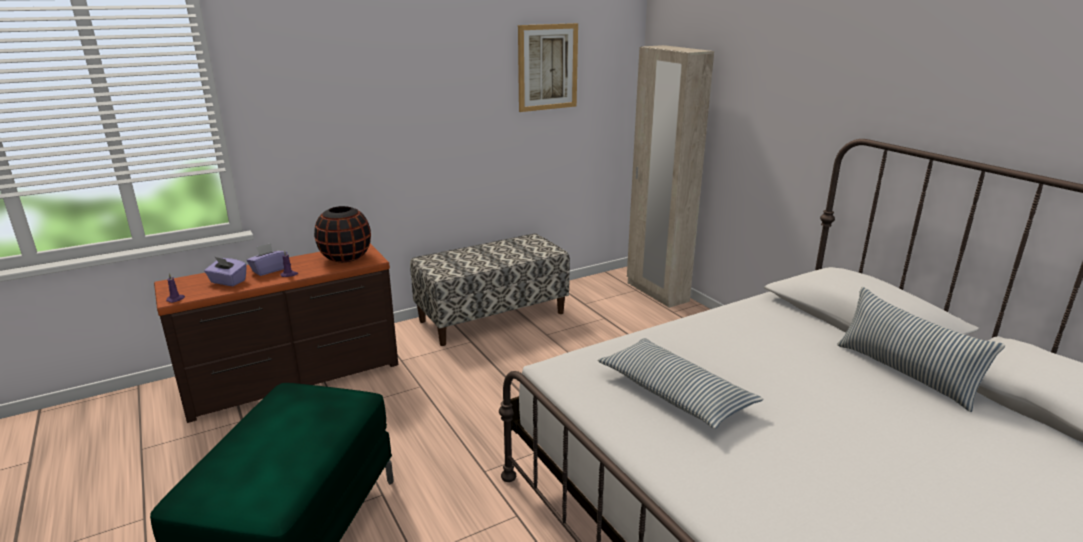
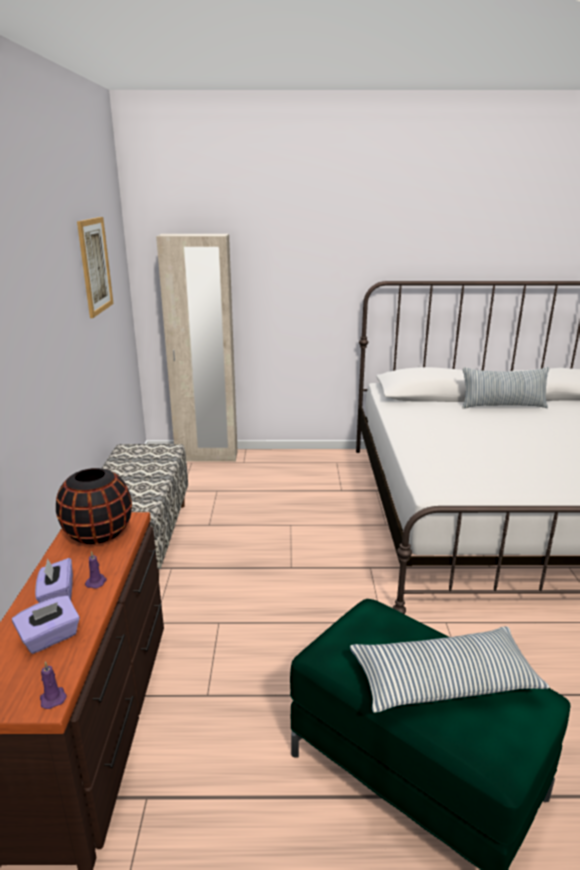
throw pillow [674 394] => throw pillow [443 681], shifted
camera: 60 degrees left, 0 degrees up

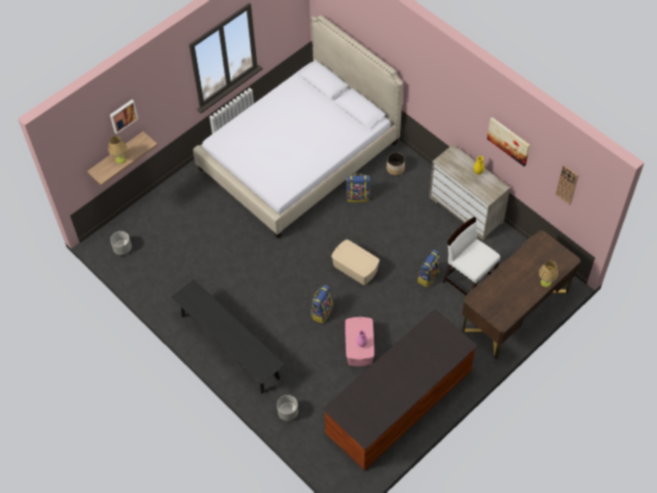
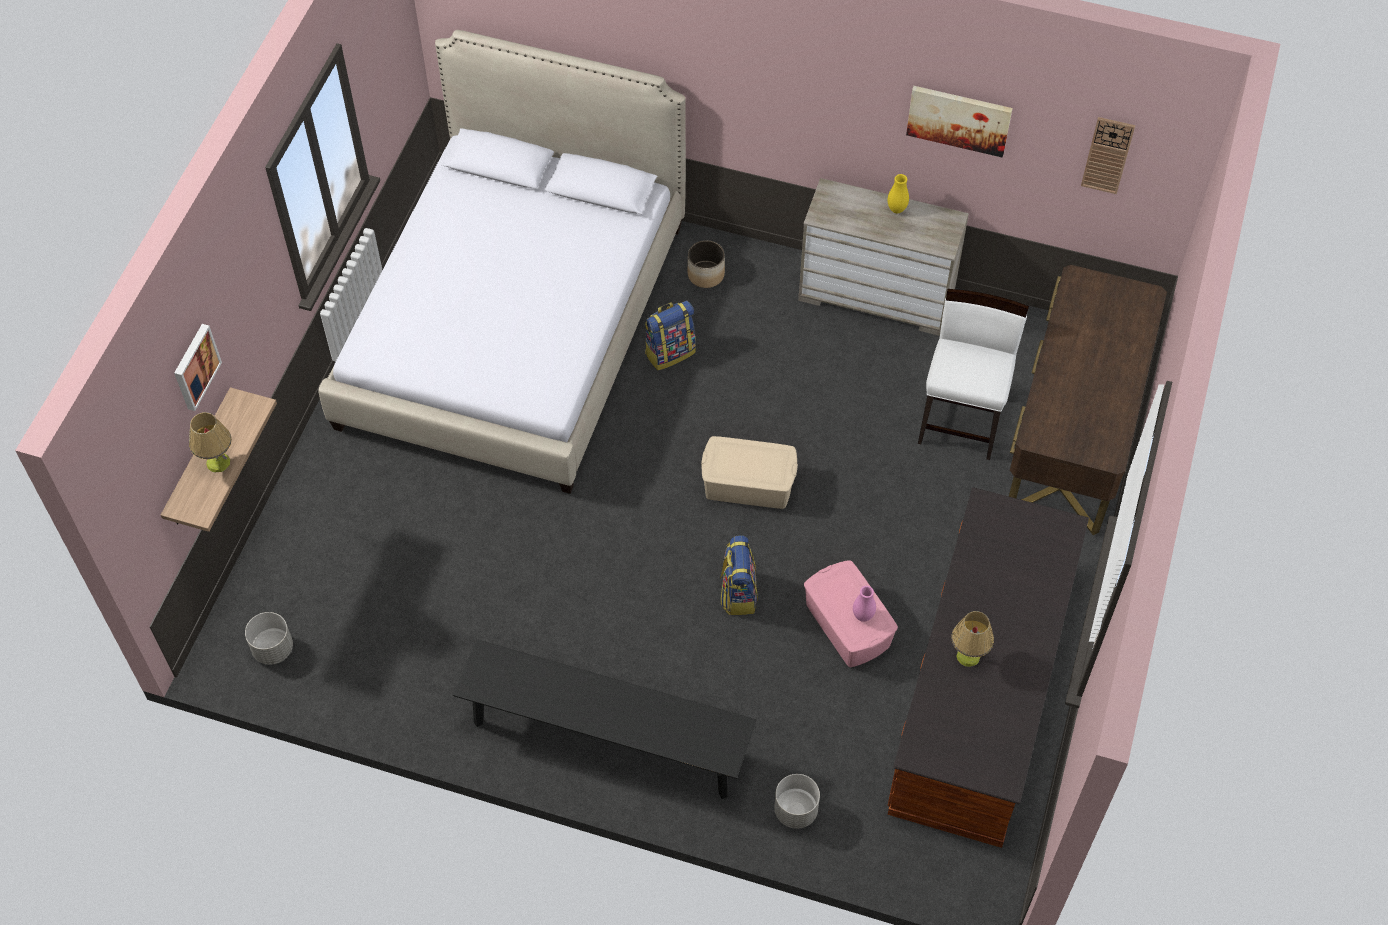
white upright chair [468 282] => white upright chair [962 419], 90 degrees clockwise
backpack [428 277] => nothing
lamp for a table [546 282] => lamp for a table [968 656], shifted
camera: 30 degrees left, 0 degrees up

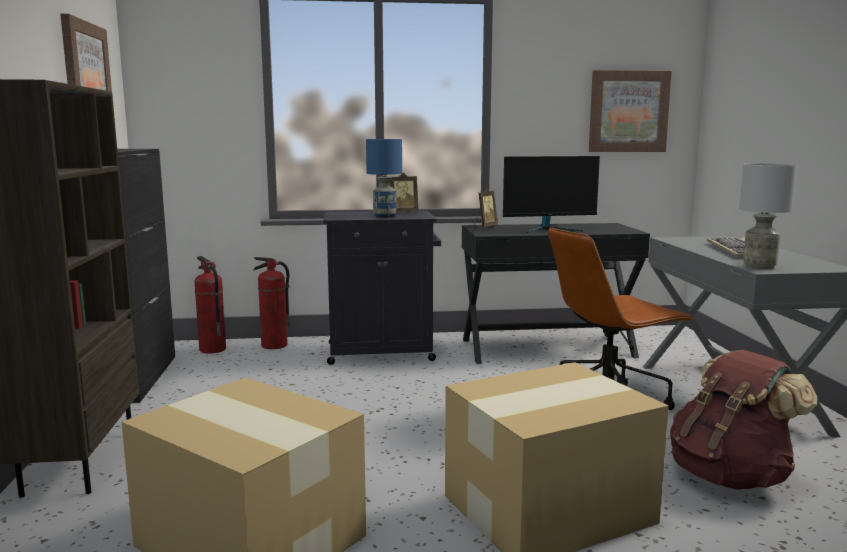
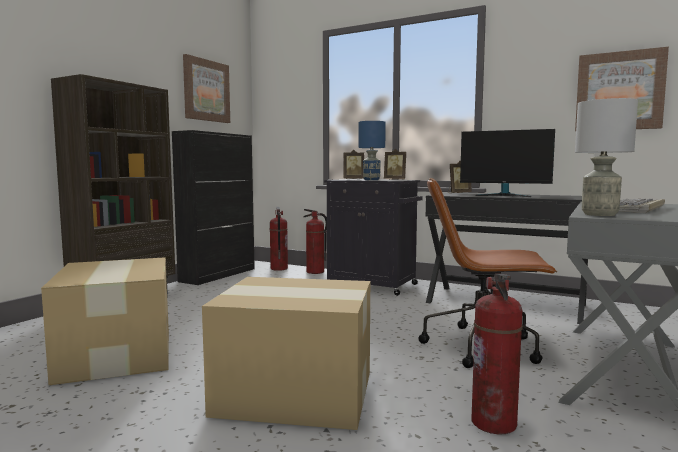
brownish backpack [730 476] => extinguisher [493 423]
nothing => photo frame [353 179]
camera: 35 degrees right, 5 degrees down

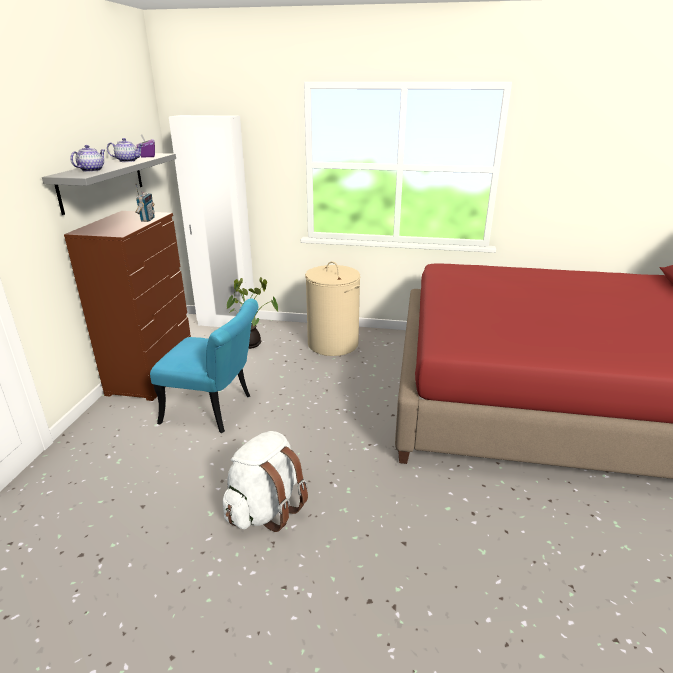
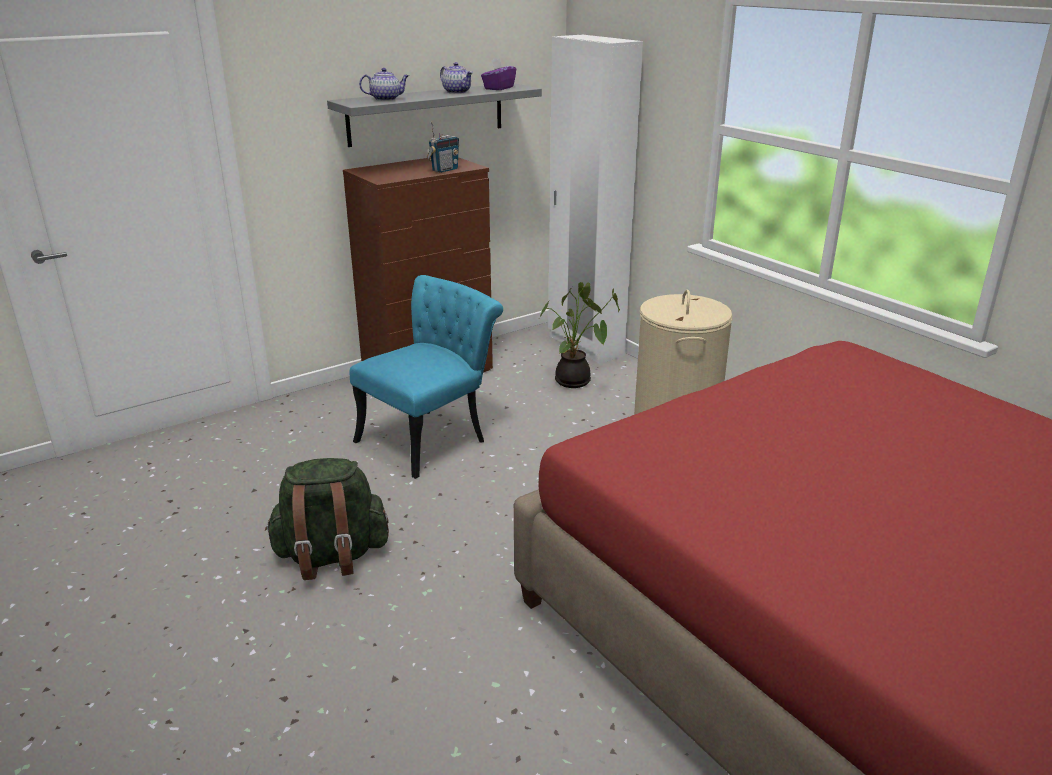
blue-green upright chair [216 410] => blue-green upright chair [431 437], 105 degrees counterclockwise
white backpack [266 509] => green-coloured backpack [331 556]
camera: 45 degrees right, 0 degrees up

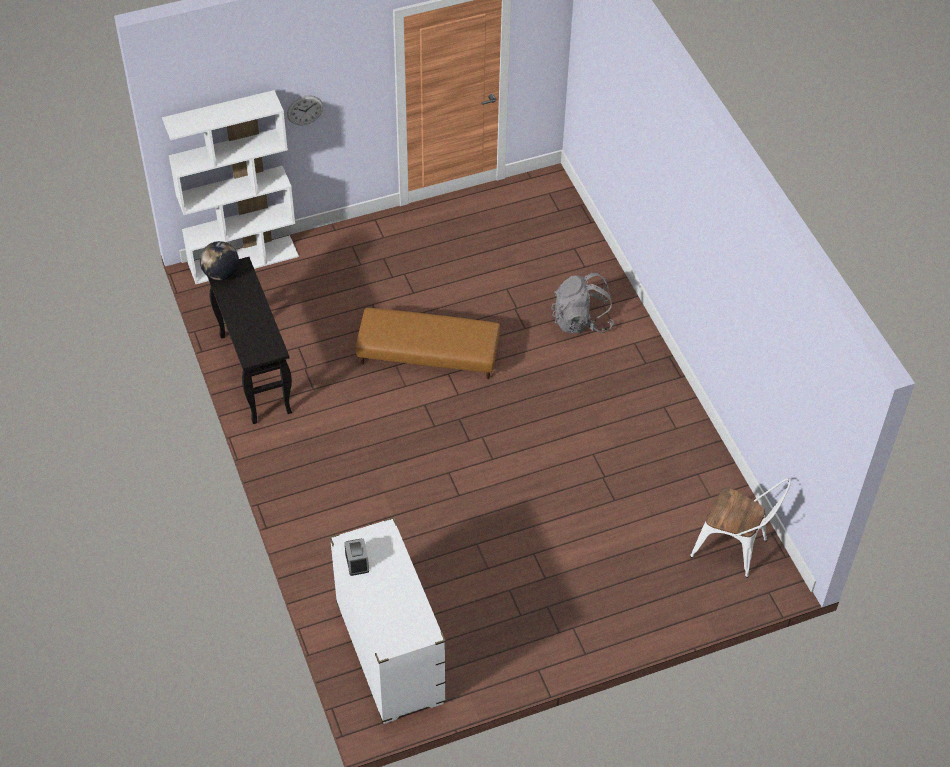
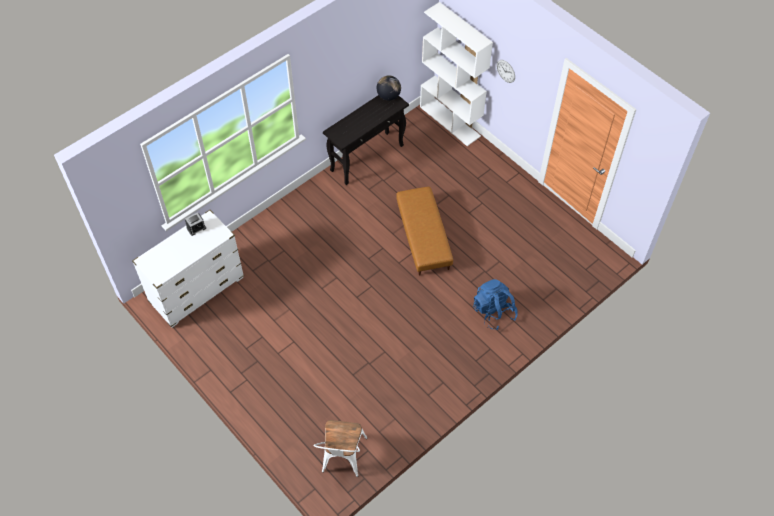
grey backpack [581 320] => blue backpack [493 312]
camera: 70 degrees right, 5 degrees up

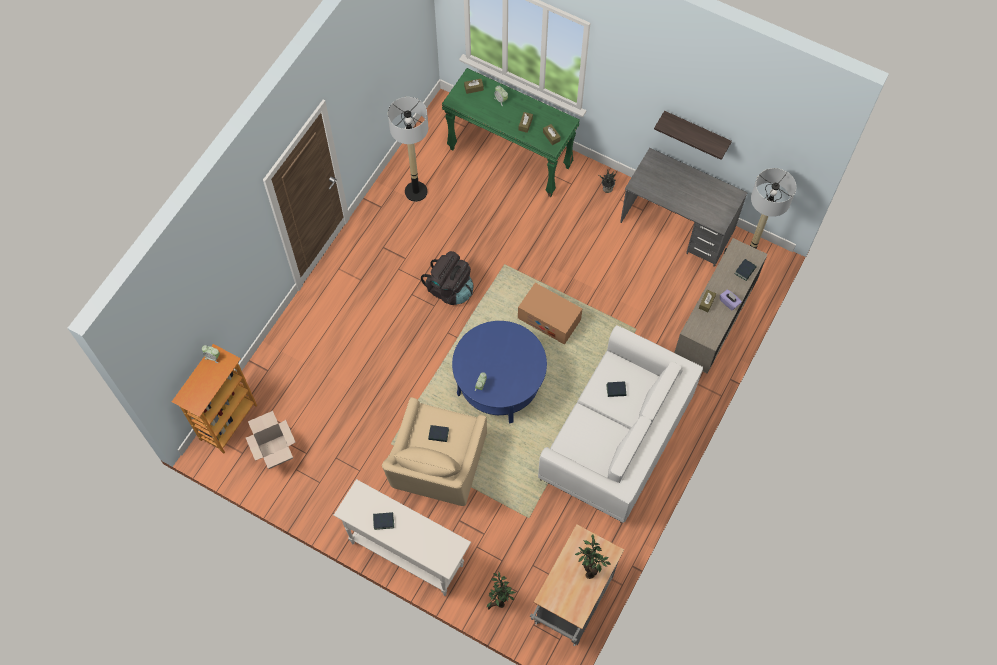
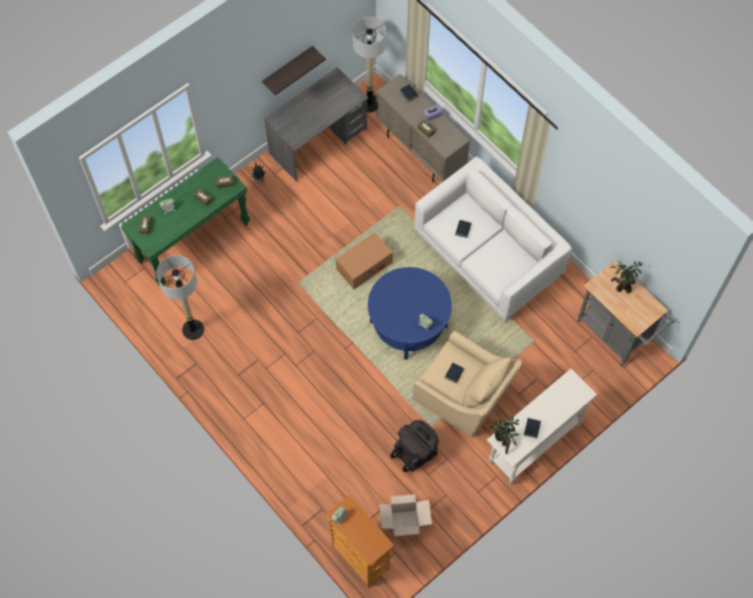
blackish backpack [450 289] => blackish backpack [416 451], shifted
houseplant [500 601] => houseplant [502 441], shifted
camera: 70 degrees left, 0 degrees up

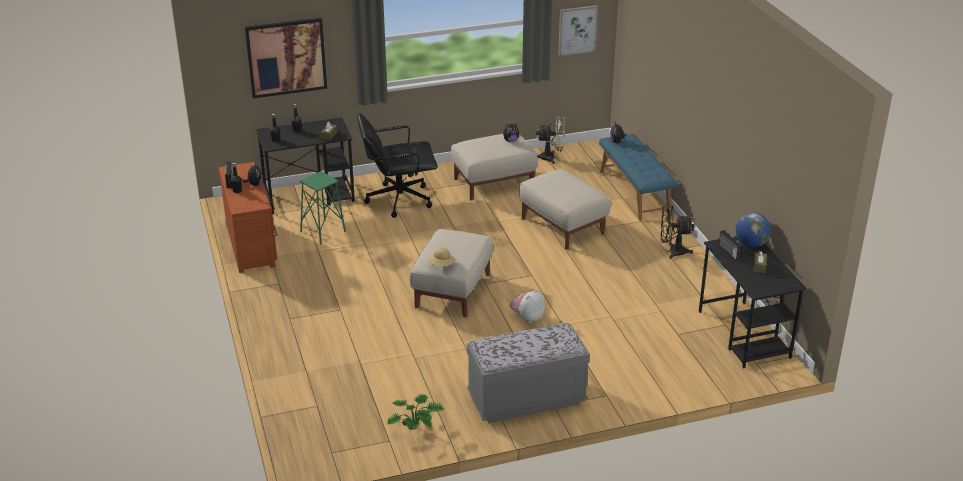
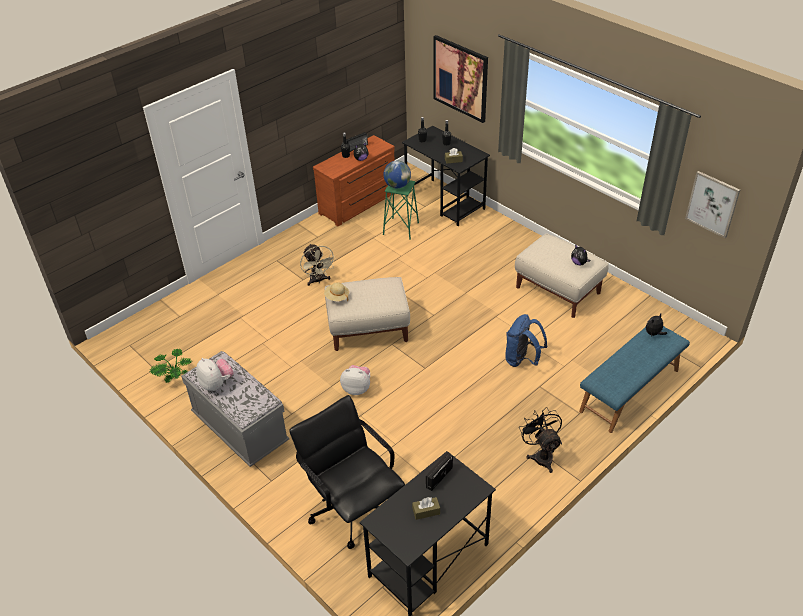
blackish office chair [398 199] => blackish office chair [352 508], shifted
beige-coloured fan [551 158] => beige-coloured fan [318 280], shifted
beige-coloured ottoman [562 226] => blue backpack [522 360]
world globe [751 244] => world globe [397 186], shifted
nothing => cuddly toy [216 384]
camera: 65 degrees right, 10 degrees up

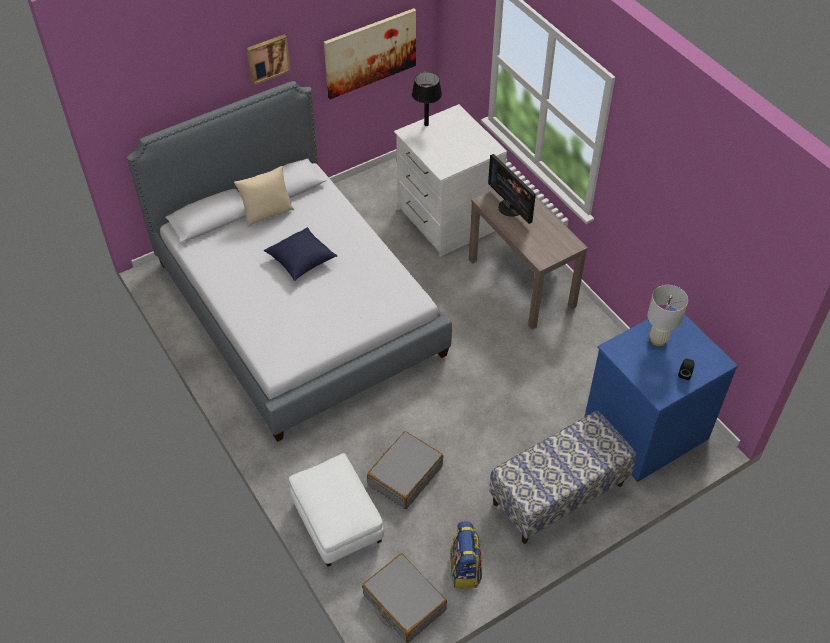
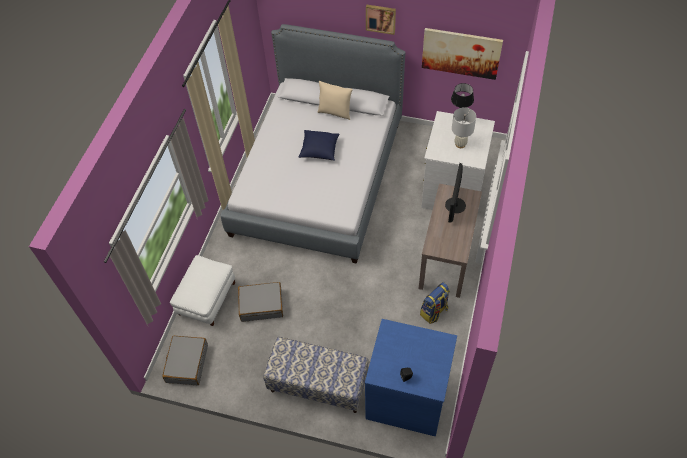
white lamp for a table [658 339] => white lamp for a table [460 144], shifted
backpack [465 569] => backpack [434 312], shifted
camera: 50 degrees right, 5 degrees up

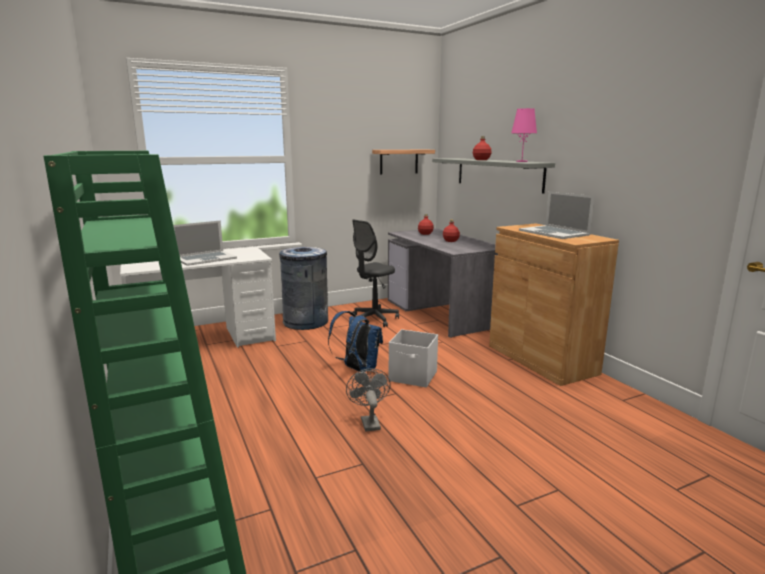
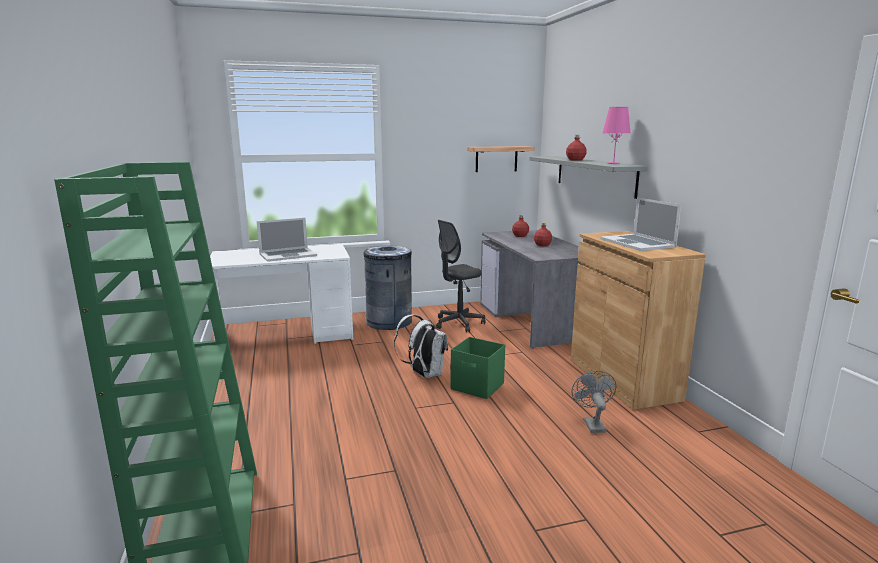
blue backpack [357 369] => white backpack [424 374]
white storage container [413 376] => green-coloured storage container [478 387]
grey fan [369 422] => grey fan [592 424], shifted
camera: 10 degrees right, 0 degrees up

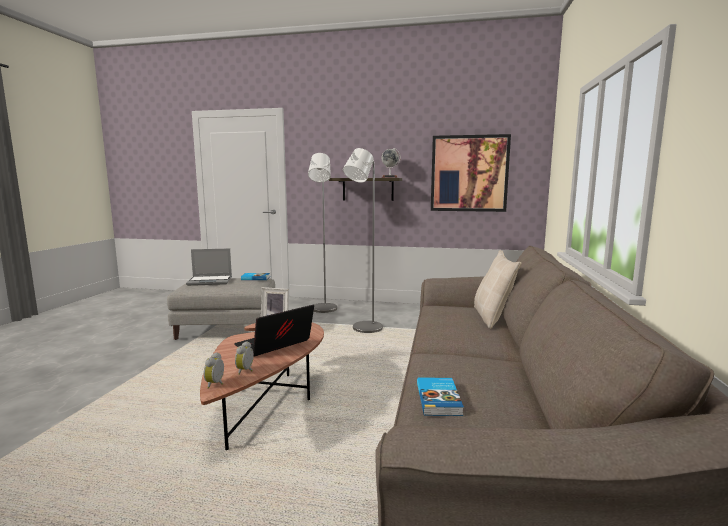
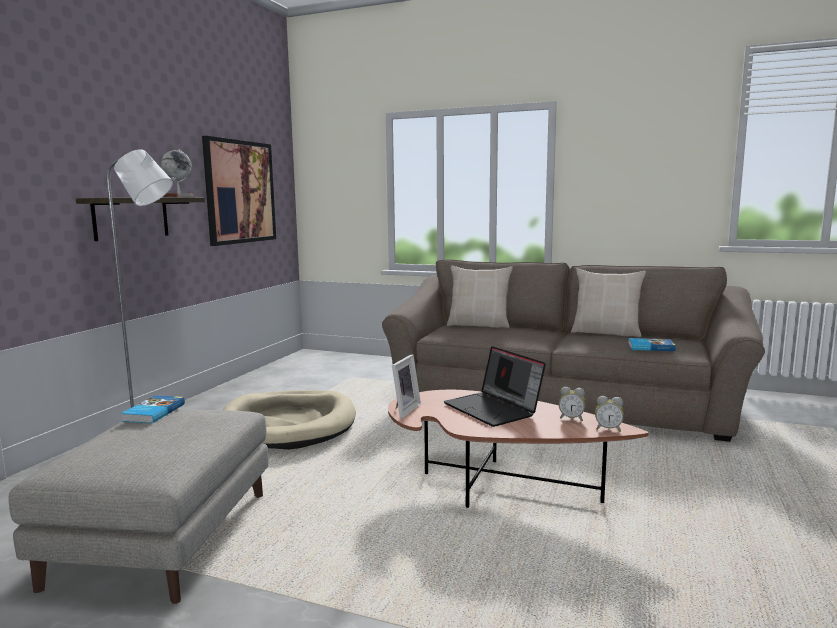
grey floor lamp [363 329] => beige-coloured dog bed [288 425]
laptop [210 281] => nothing
nothing => beige-coloured throw pillow [606 332]
camera: 80 degrees left, 0 degrees up

